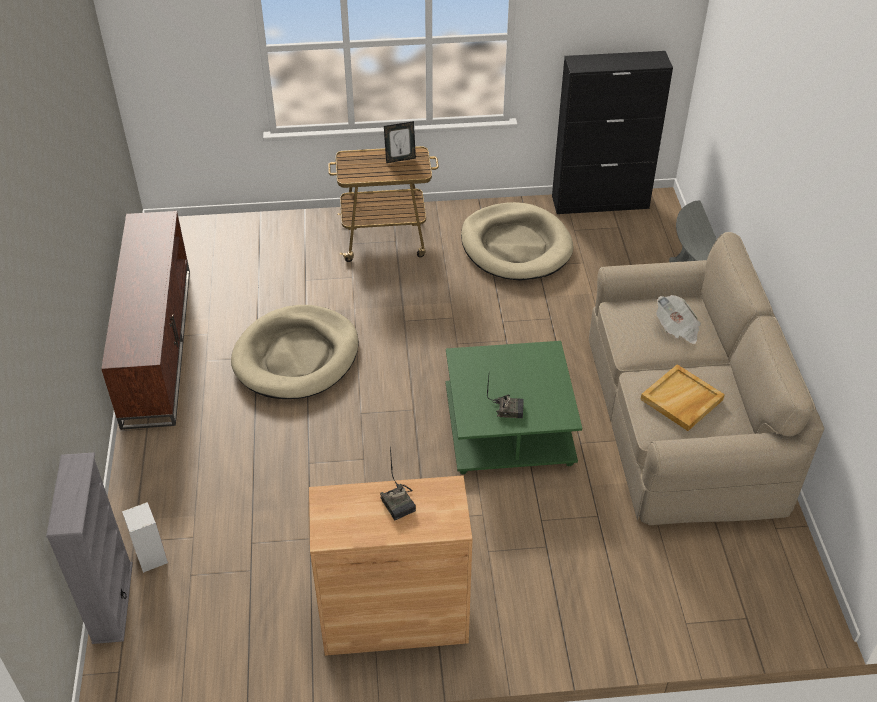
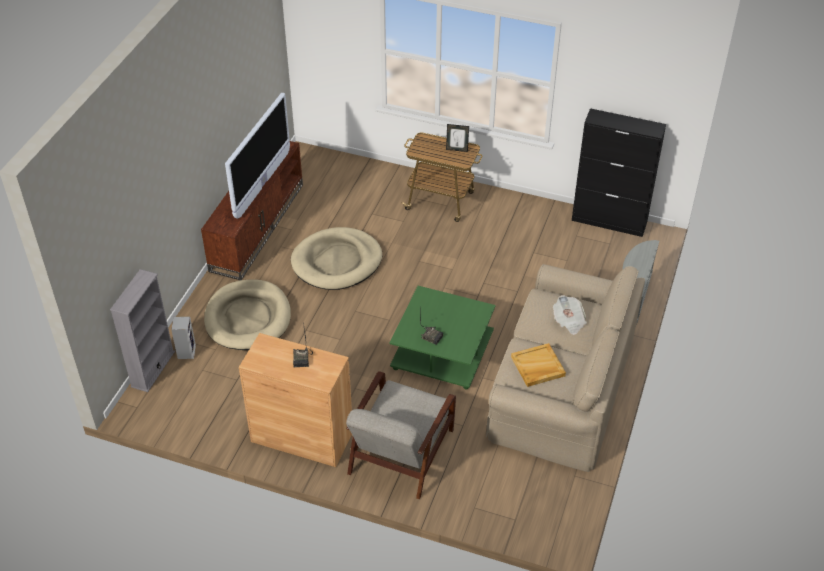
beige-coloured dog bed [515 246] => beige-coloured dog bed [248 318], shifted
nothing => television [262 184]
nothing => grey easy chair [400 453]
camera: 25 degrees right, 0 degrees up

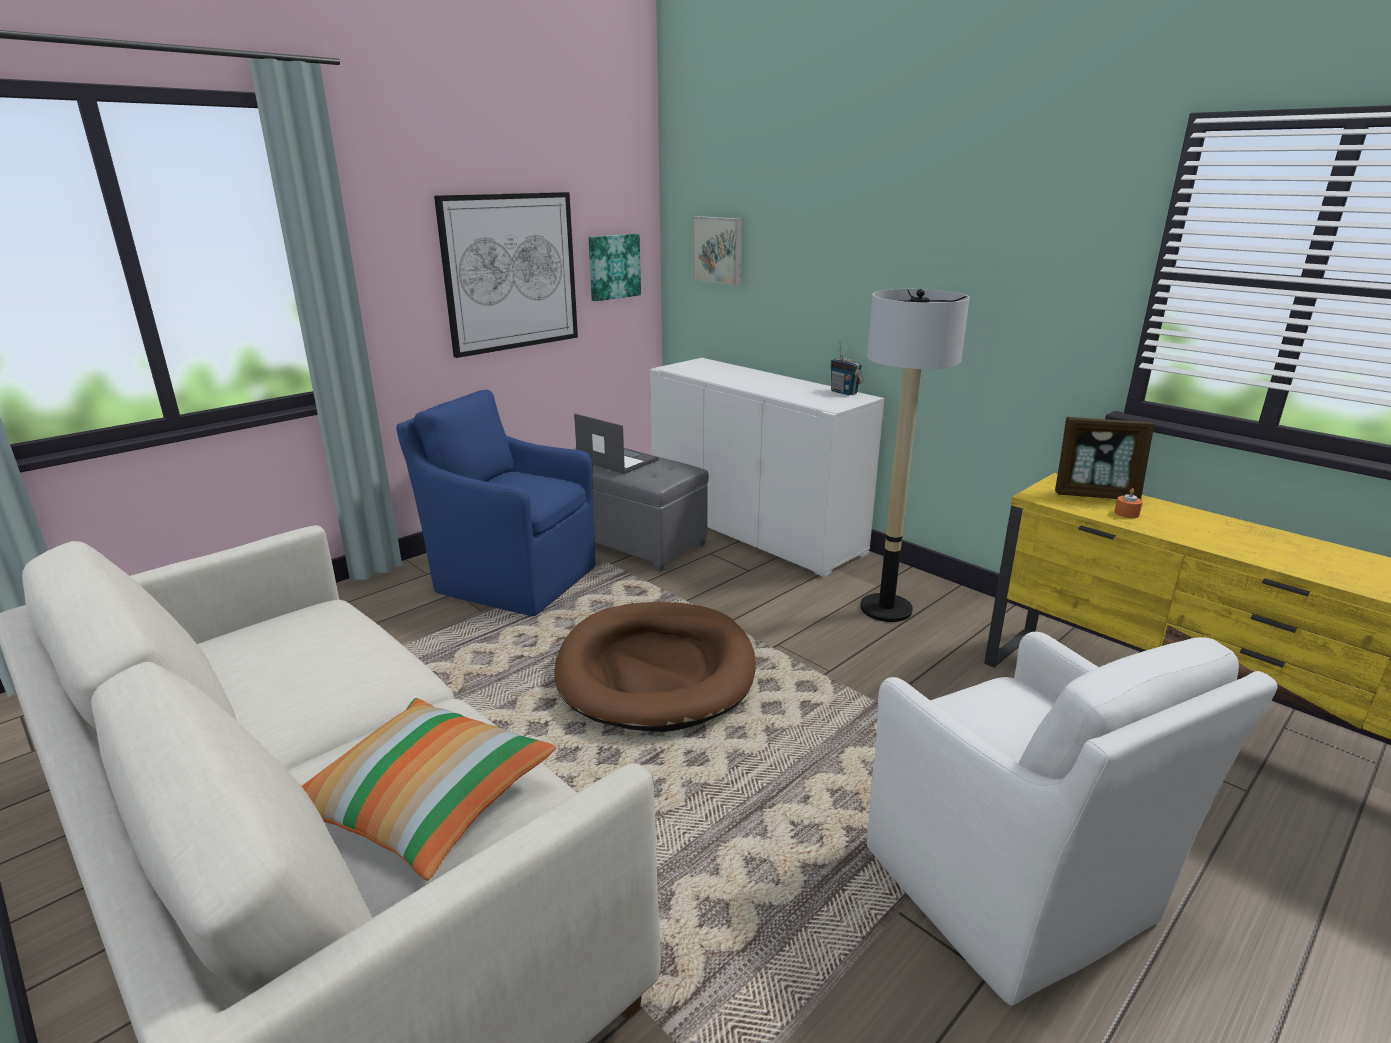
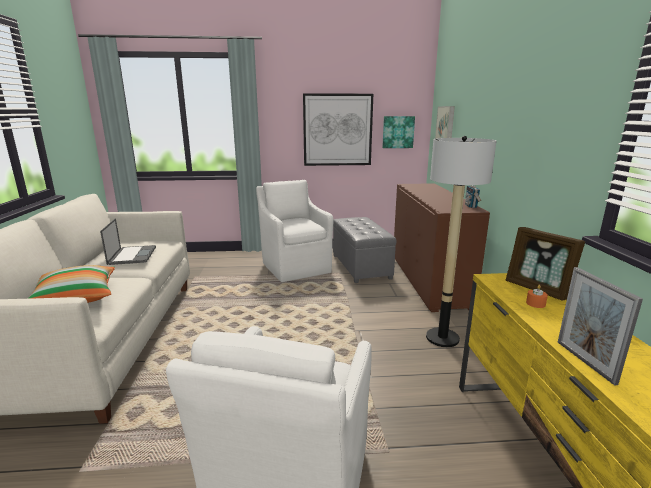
white cupboard [754 529] => brownish cupboard [428 280]
blue easy chair [512 578] => white easy chair [295 267]
laptop [616 460] => laptop [132 255], shifted
brownish dog bed [656 671] => nothing
nothing => photo frame [585 361]
camera: 40 degrees right, 5 degrees down

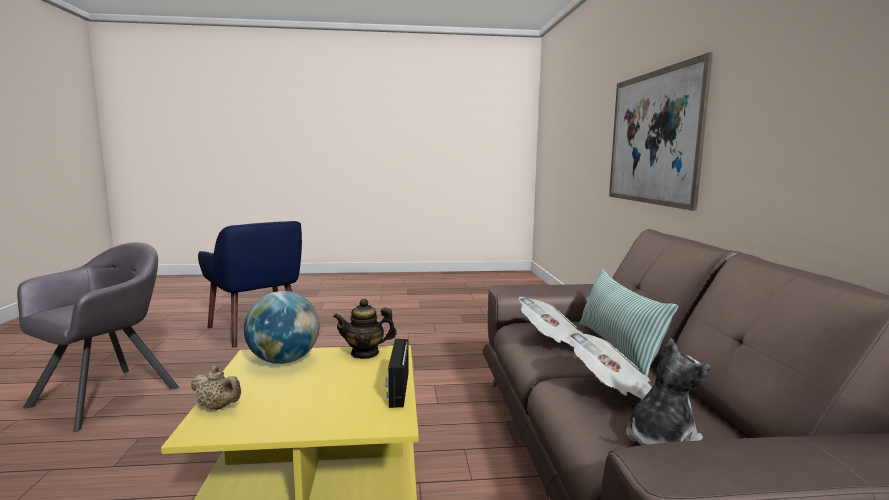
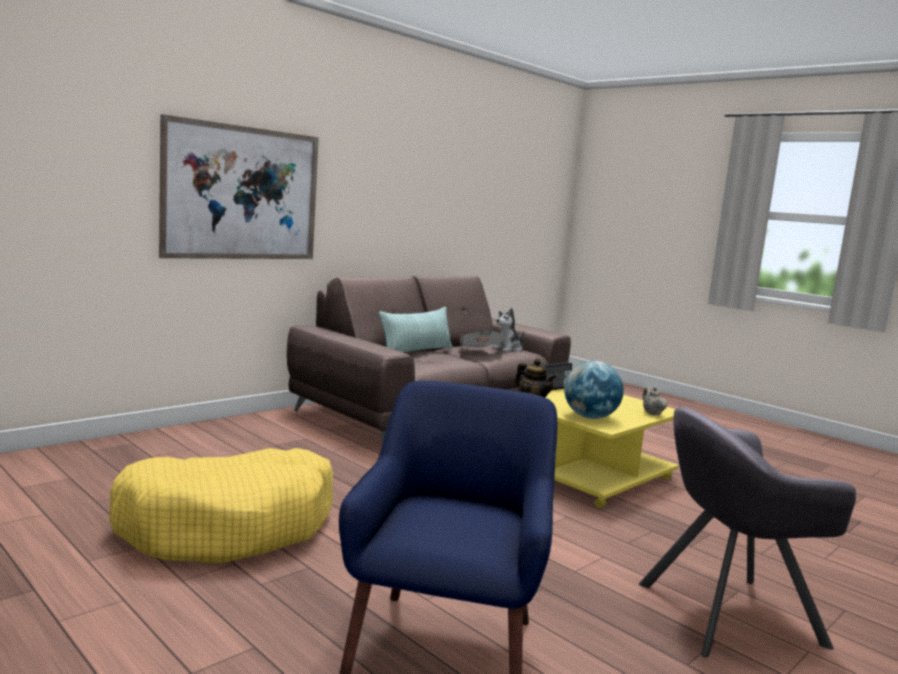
newspaper [553 341] => nothing
cuddly toy [661 440] => cuddly toy [508 349], 60 degrees counterclockwise
nothing => yellow-coloured dog bed [229 526]
camera: 130 degrees left, 0 degrees up

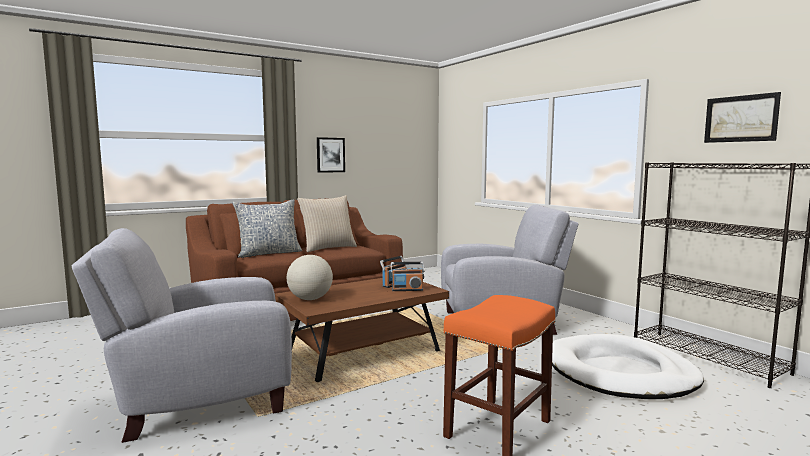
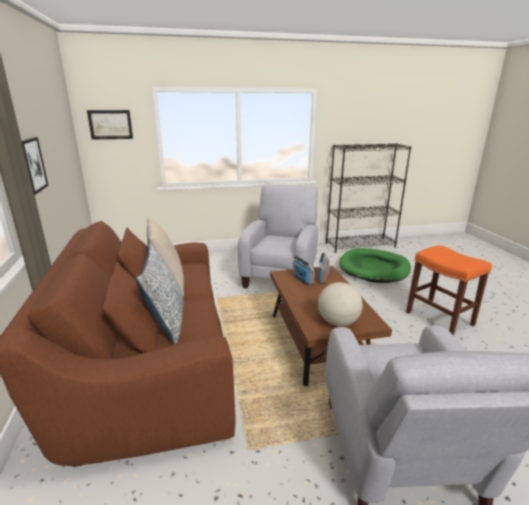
wall picture [740 118] => wall picture [110 124], shifted
white dog bed [620 372] => green-coloured dog bed [374 268]
camera: 70 degrees left, 15 degrees up

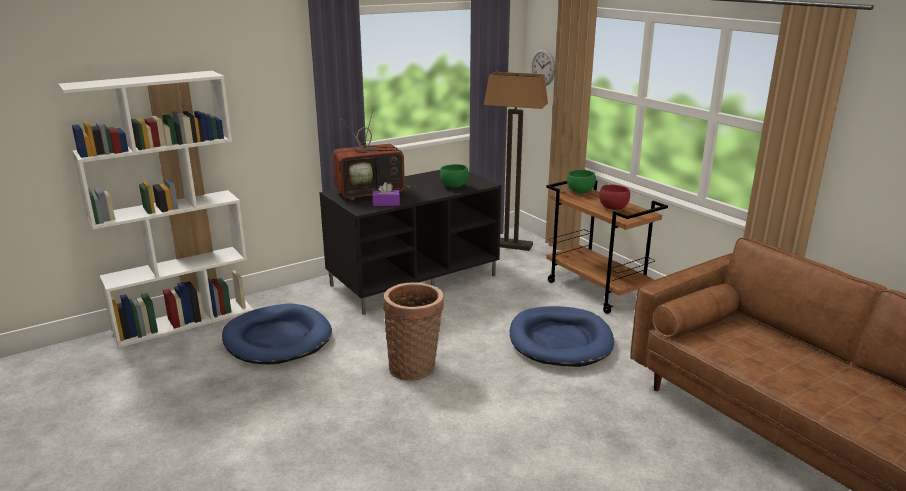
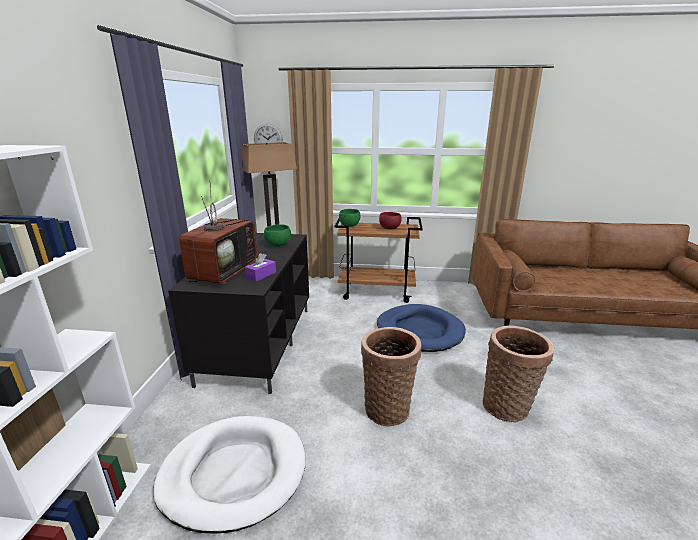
blue dog bed [277 339] => white dog bed [234 473]
nothing => basket [508 406]
camera: 50 degrees left, 0 degrees up

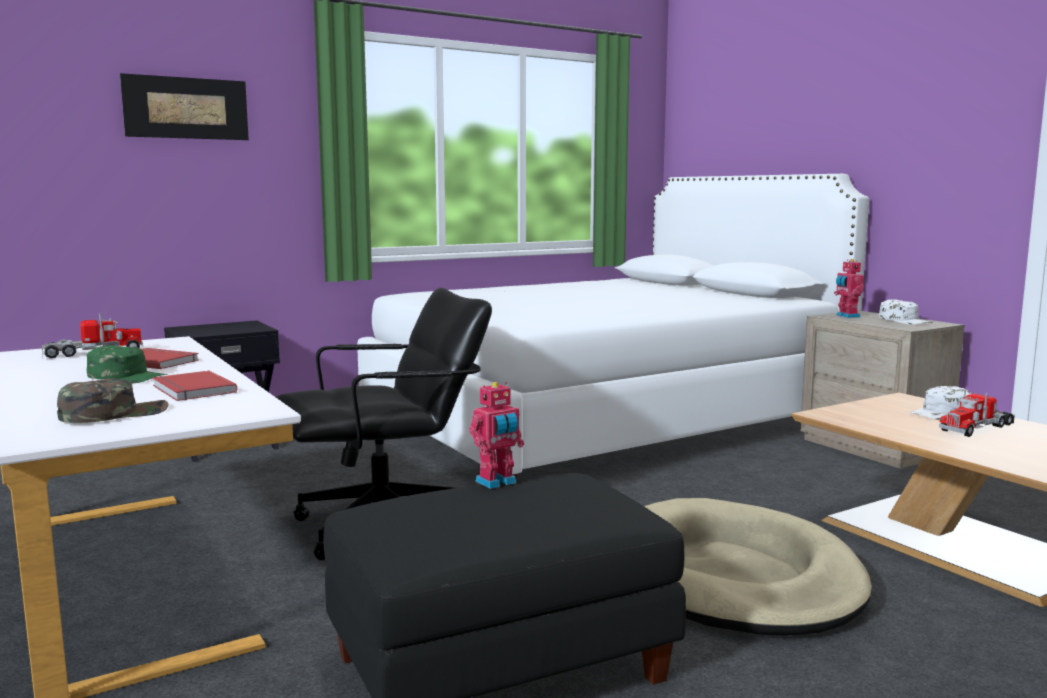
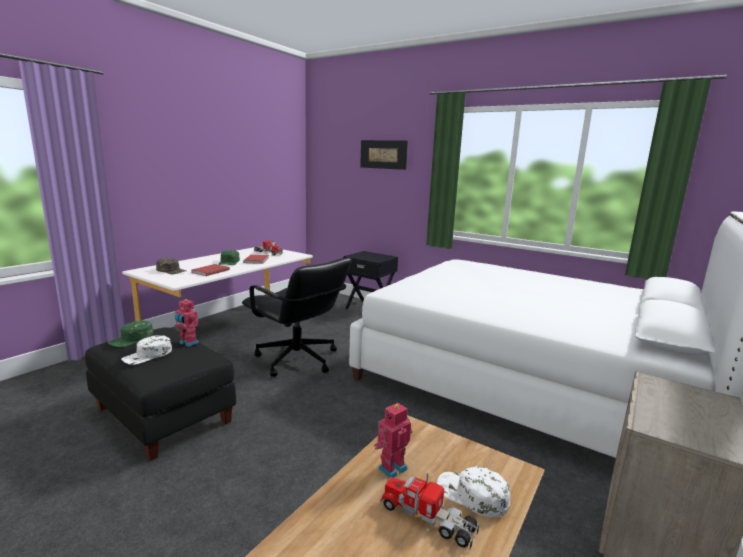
robot figure [846 316] => robot figure [391 467], shifted
white cap [905 321] => white cap [147 355], shifted
beige-coloured dog bed [732 576] => nothing
nothing => green-coloured cap [132 339]
camera: 65 degrees right, 5 degrees up

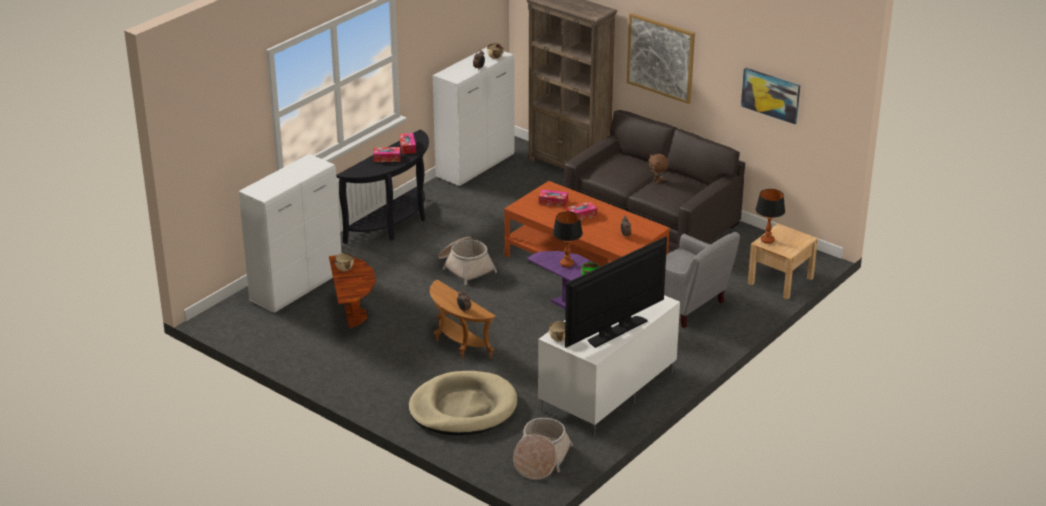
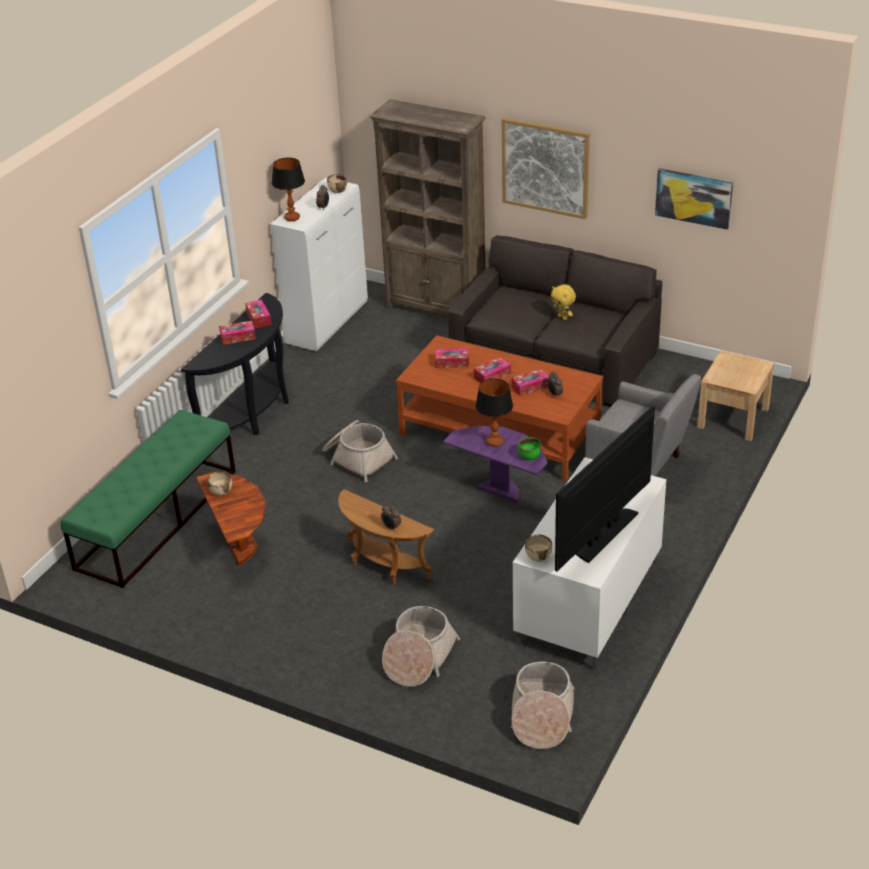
white cupboard [297 287] => green-coloured indoor bench [157 518]
brownish cuddly toy [657 181] => yellow-coloured cuddly toy [563 317]
lamp for a table [767 240] => lamp for a table [292 218], shifted
beige-coloured dog bed [463 408] => basket [418 658]
nothing => tissue box [530 387]
camera: 10 degrees left, 5 degrees up

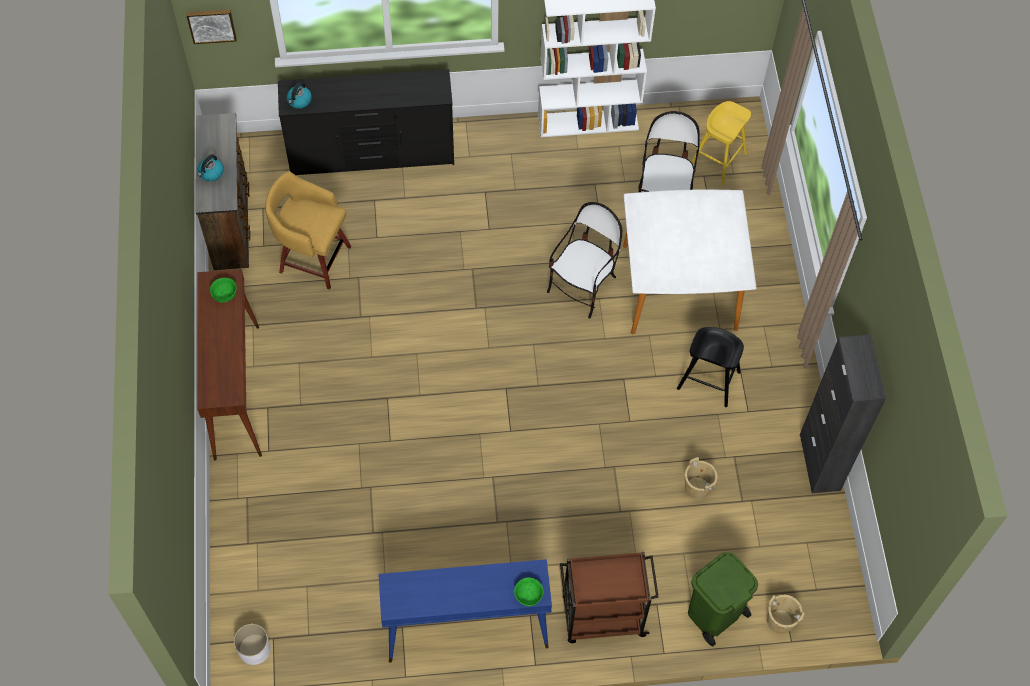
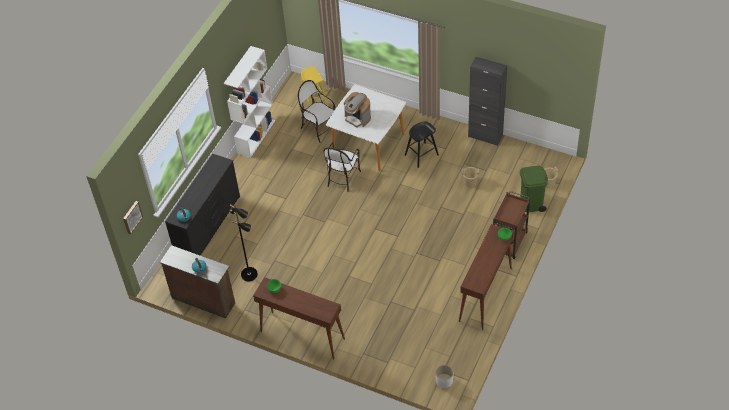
yellow-coloured stool seat [313 258] => blackish floor lamp [249 274]
upright chair [583 287] => upright chair [343 177], 135 degrees counterclockwise
blue hall table [466 631] => brownish hall table [485 295]
nothing => coffee maker [357 118]
camera: 55 degrees left, 10 degrees down

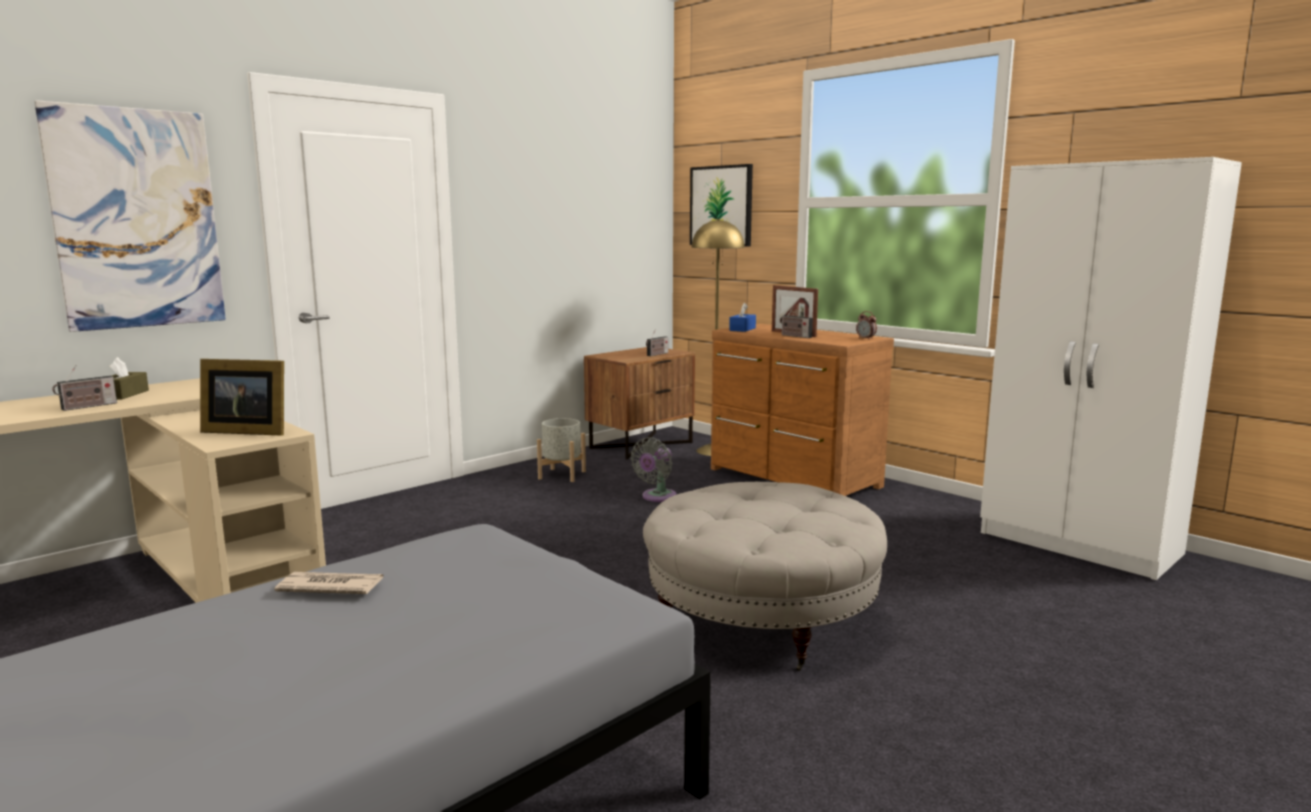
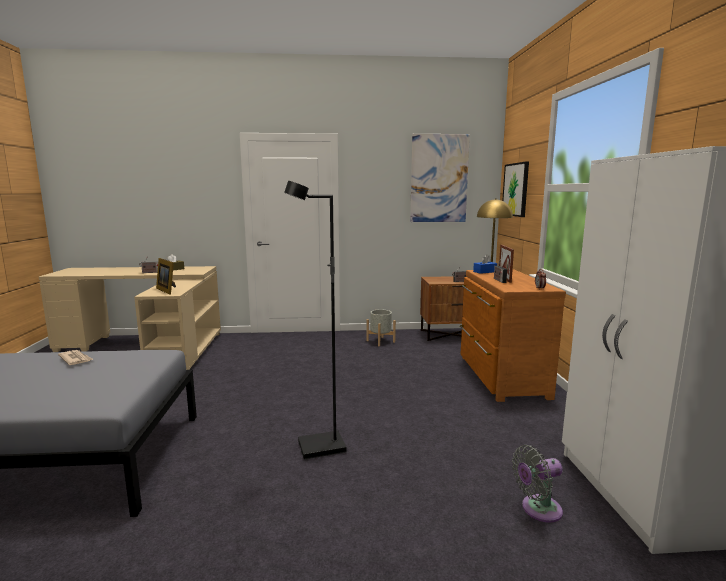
wall picture [137 219] => wall picture [439 178], shifted
grey fan [657 497] => grey fan [537 509], shifted
beige-coloured ottoman [761 618] => blackish floor lamp [321 448]
camera: 40 degrees right, 0 degrees up

